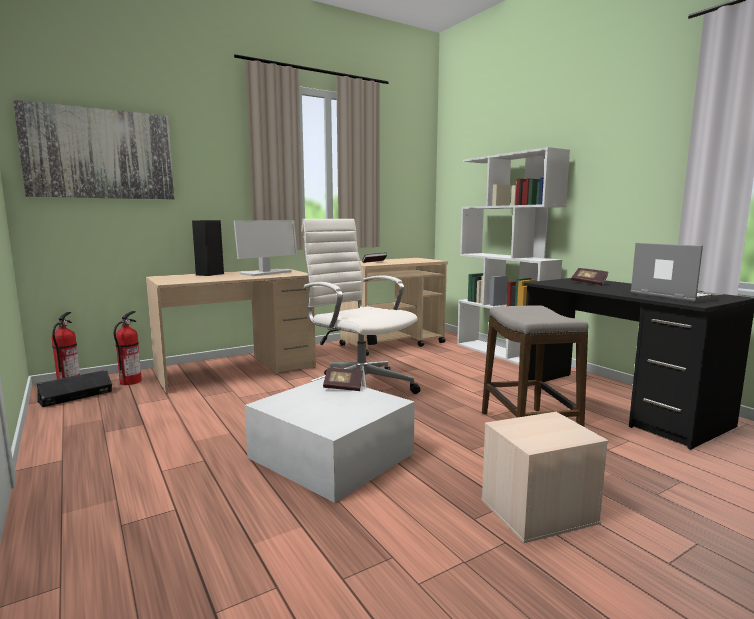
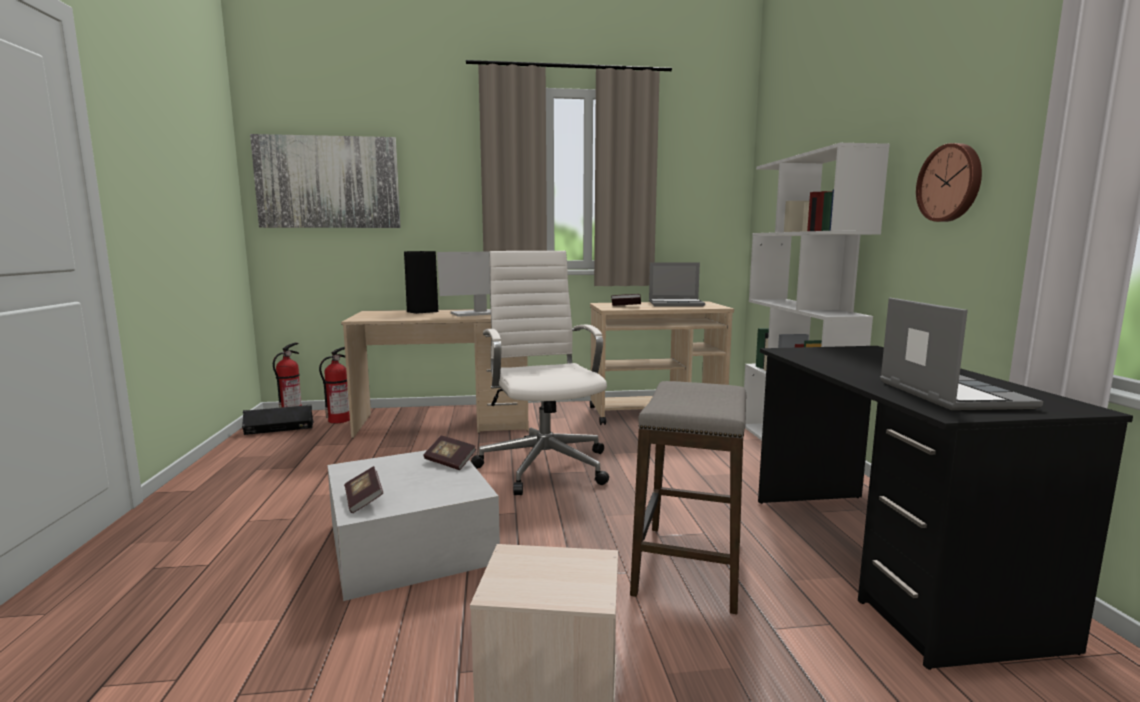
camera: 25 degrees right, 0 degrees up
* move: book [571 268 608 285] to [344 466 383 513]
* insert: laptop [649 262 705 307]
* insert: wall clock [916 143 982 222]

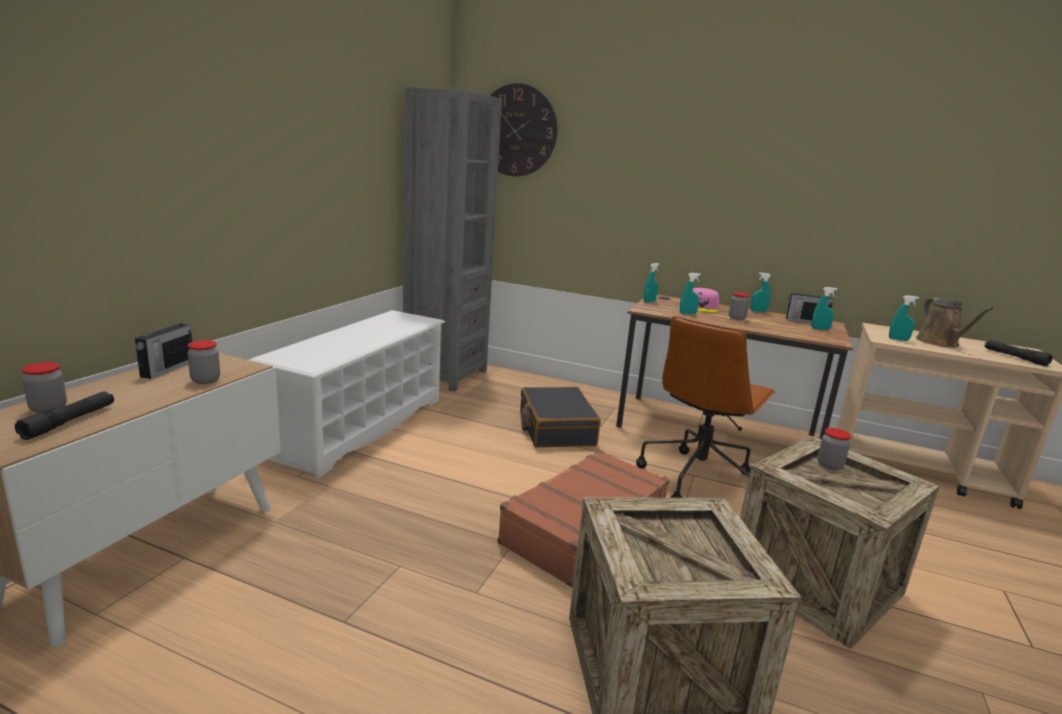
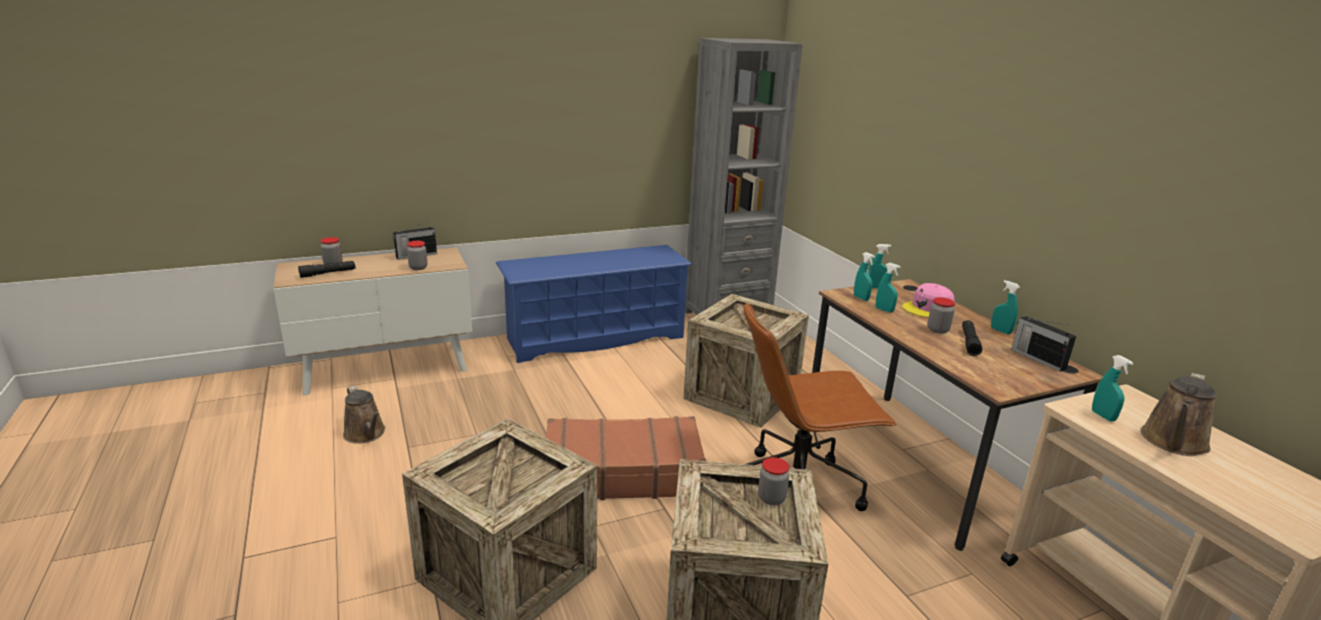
camera: 45 degrees right, 5 degrees up
* insert: brown watering can [343 386 385 444]
* recolor: white shoe rack [249 310 445 478] to blue shoe rack [496 245 693 363]
* replace: black suitcase [520 387 601 448] to crate [683 294 809 428]
* move: turquoise spray bottle [812 287 838 330] to [854 252 875 301]
* move: black flashlight [985 340 1053 367] to [962 320 983 356]
* delete: wall clock [490 83 557 176]

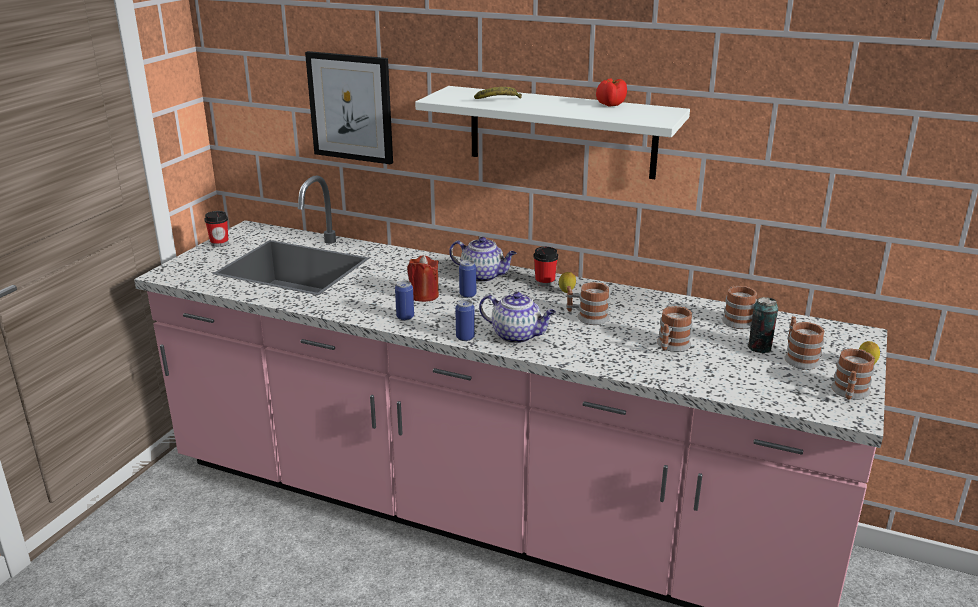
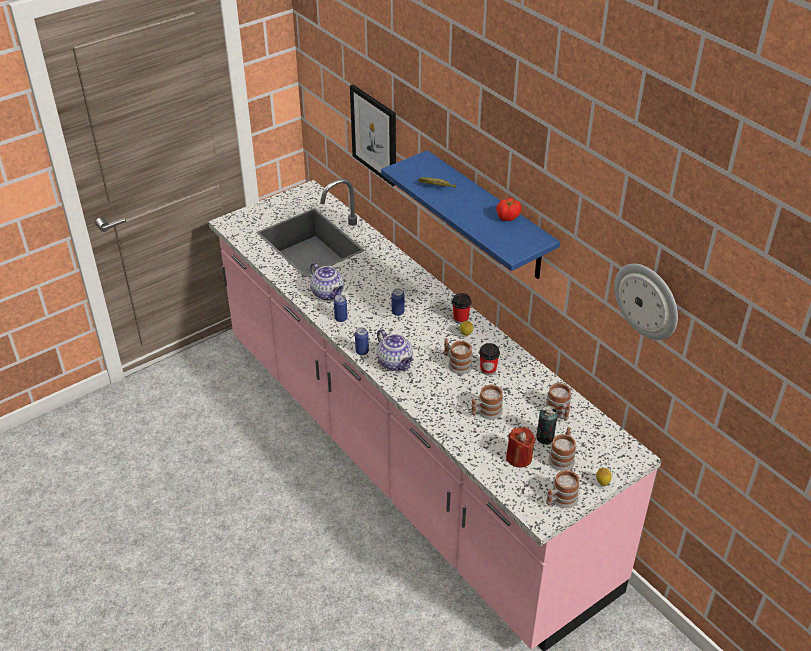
camera: 30 degrees right, 15 degrees up
* move: teapot [449 237 516 282] to [310 262 344 300]
* recolor: white shelf [415 86 690 179] to blue shelf [381 150 560 279]
* move: cup [204 211 228 247] to [479 343 500 376]
* move: red candle [407 255 439 302] to [506 427 535 468]
* insert: wall clock [614 264 678 340]

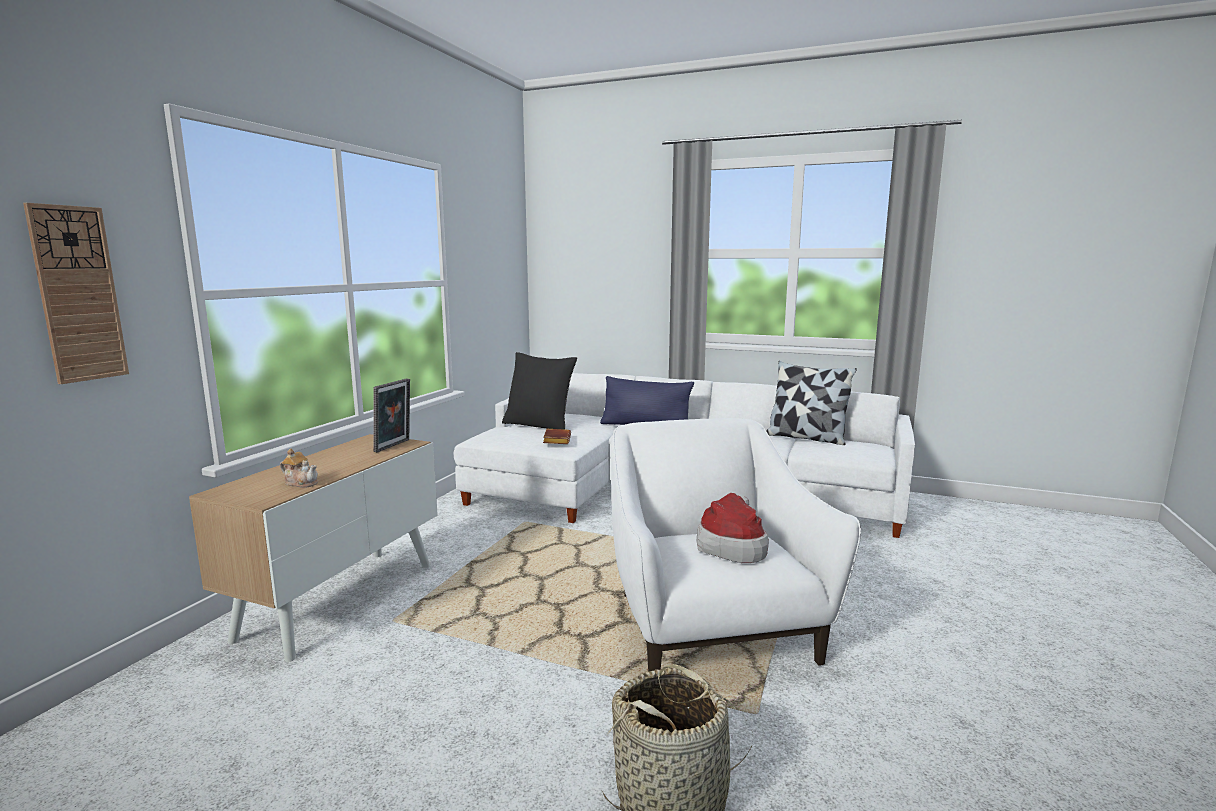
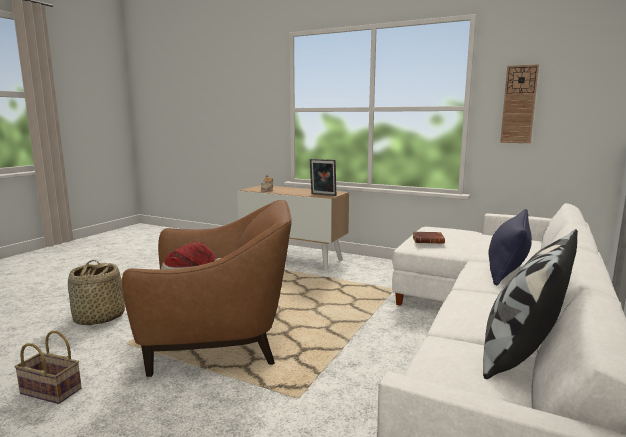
camera: 95 degrees right, 0 degrees up
* insert: basket [14 331 82 404]
* recolor: white armchair [611 418 861 671] to brown armchair [122 200 292 377]
* move: wall clock [23 203 129 384] to [500 64 539 143]
* delete: black pillow [502 352 577 430]

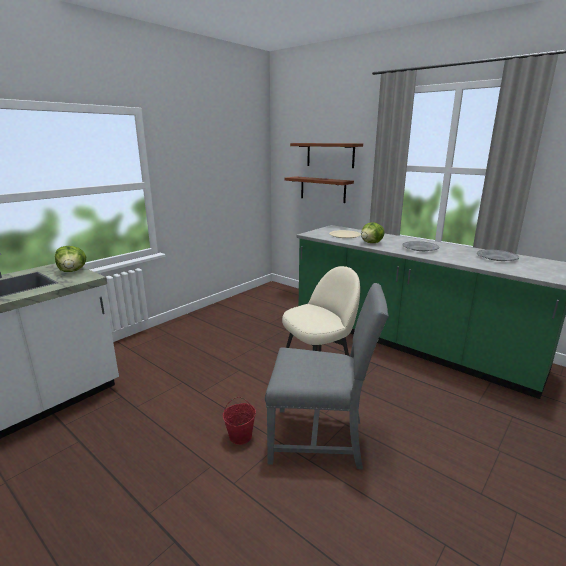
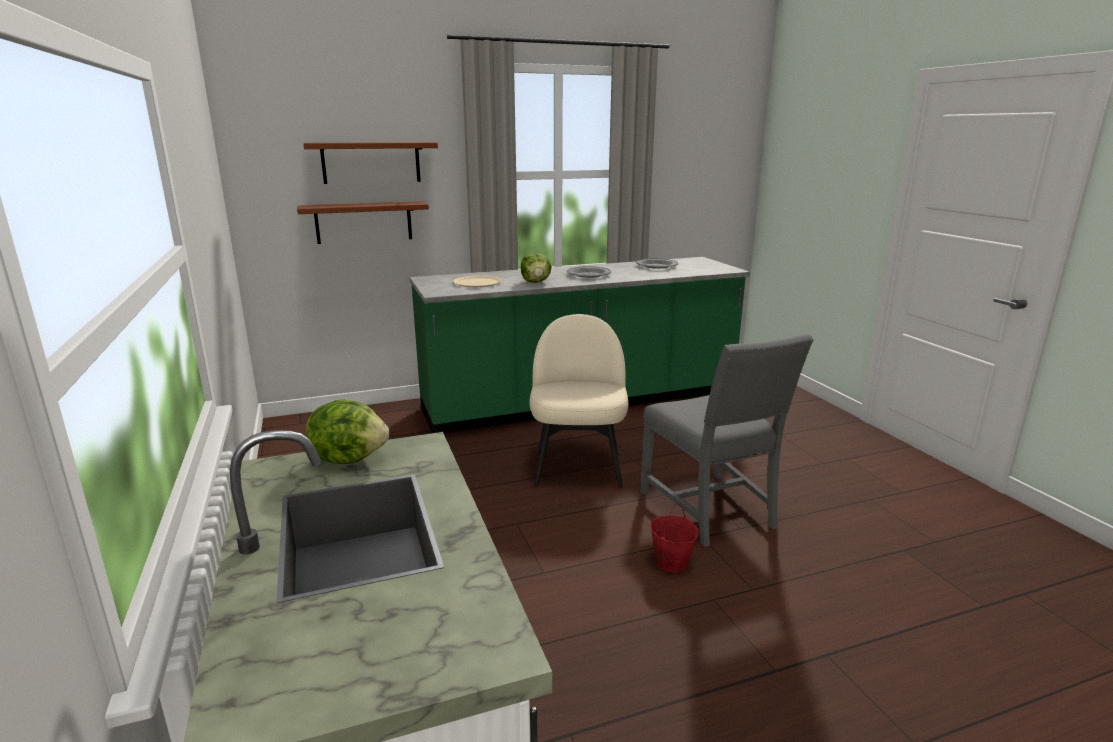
camera: 60 degrees left, 0 degrees up
* rotate: grey chair [265 283 389 470] = [640 334 813 547] 120 degrees clockwise

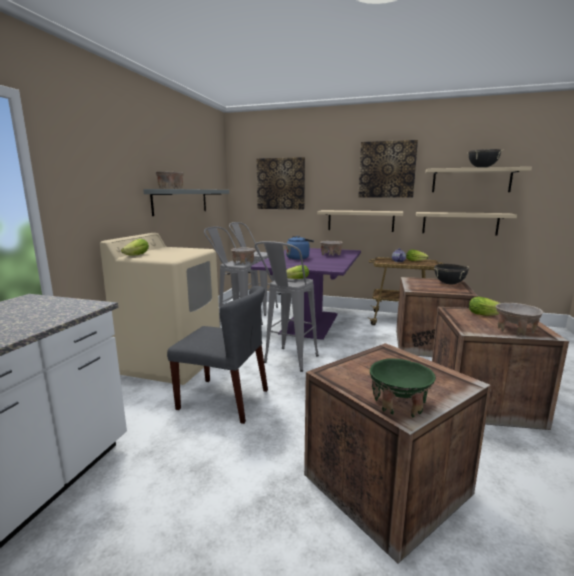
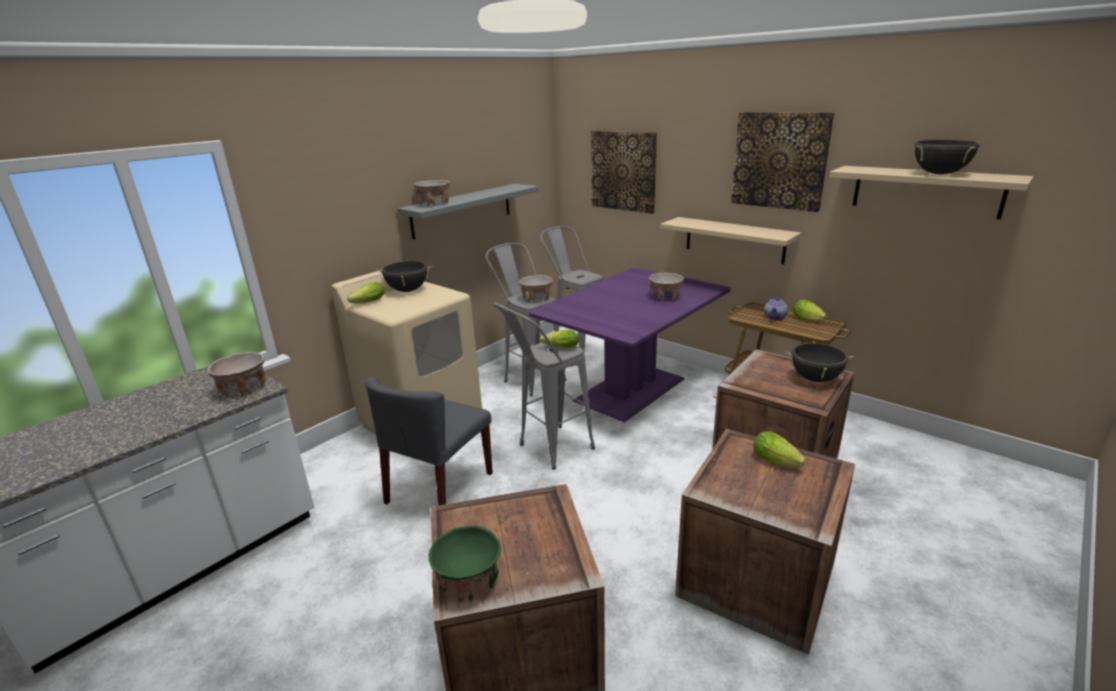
camera: 25 degrees right, 10 degrees up
* move: beige bowl [496 303 543 336] to [208 352 266 397]
* rotate: grey chair [167 286 268 424] = [366 377 493 506] 75 degrees clockwise
* insert: black cooking pot [376 260 433 292]
* delete: blue kettle [286 236 314 260]
* delete: beige shelf [416 212 517 235]

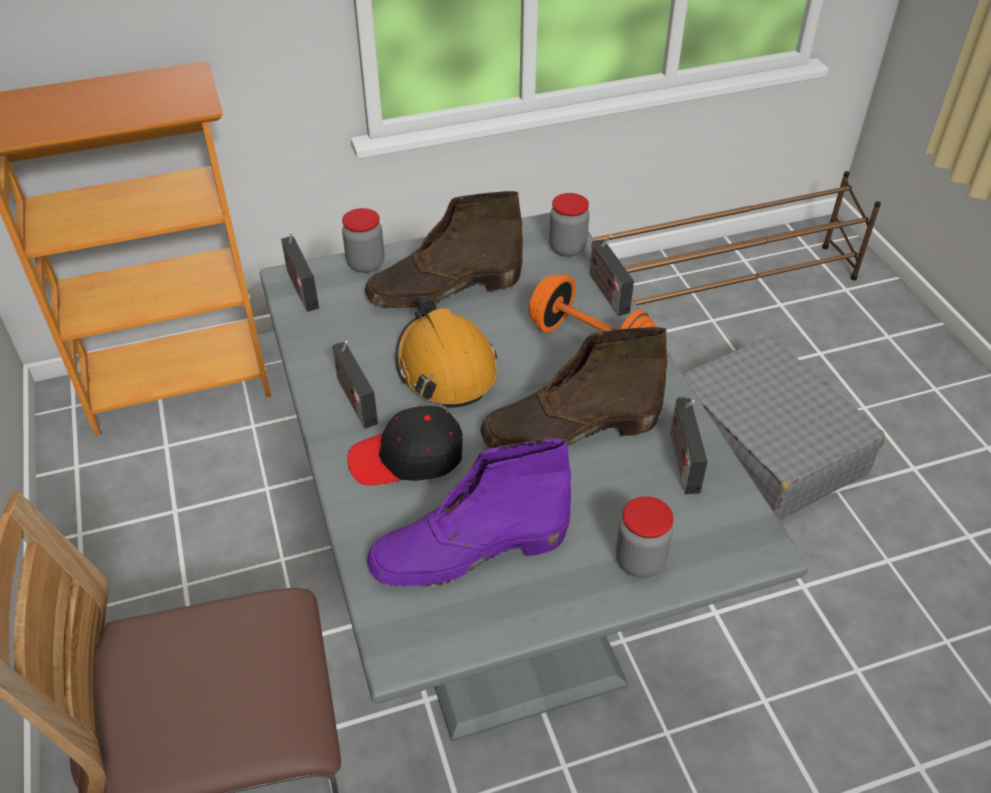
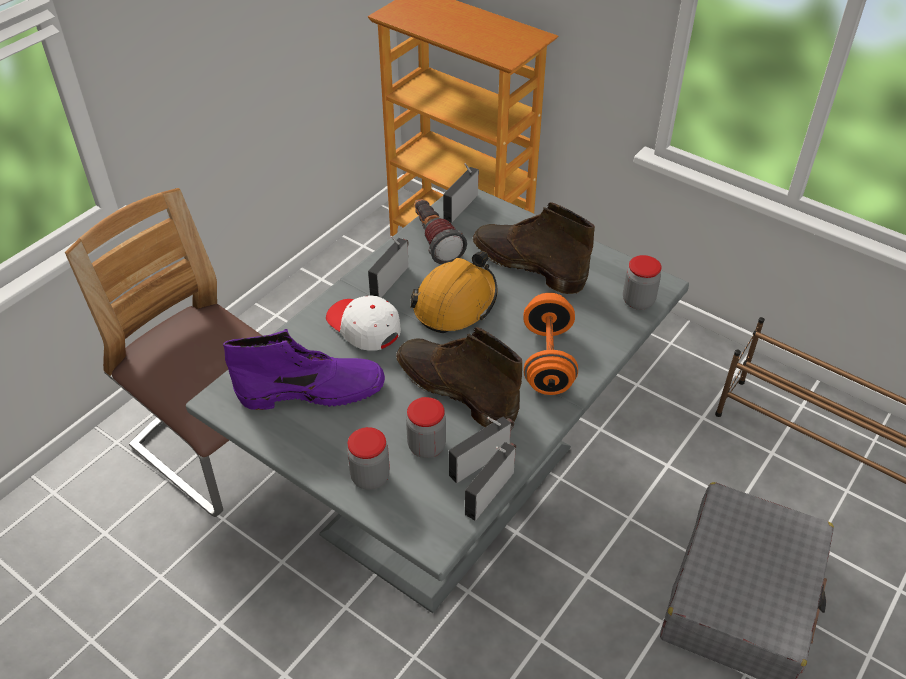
camera: 55 degrees right, 0 degrees up
* rotate: purple boot [367 439 571 588] = [223 329 385 410] 135 degrees clockwise
* recolor: black cap [347 406 463 485] to white cap [326 295 401 351]
* move: jar [342 208 385 273] to [406 397 446 458]
* insert: flashlight [415 199 467 264]
* move: radio [589 235 634 316] to [465 442 516 521]

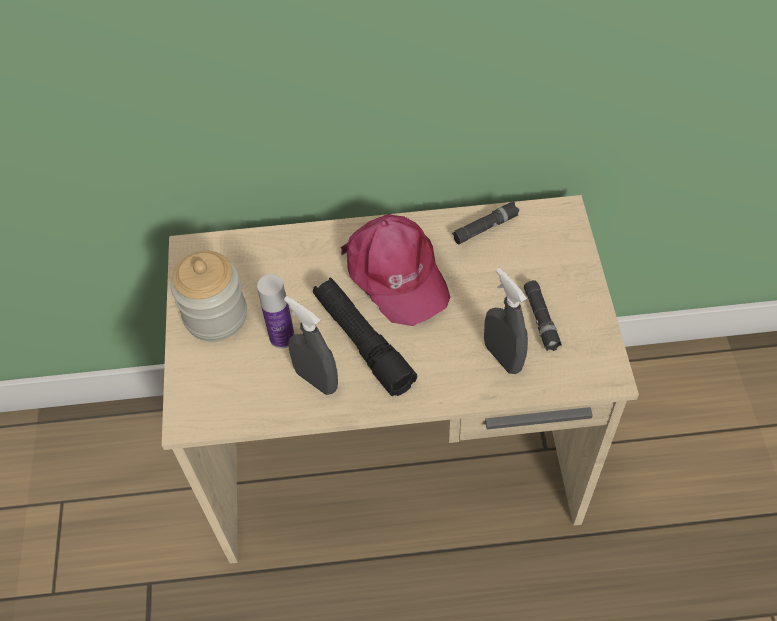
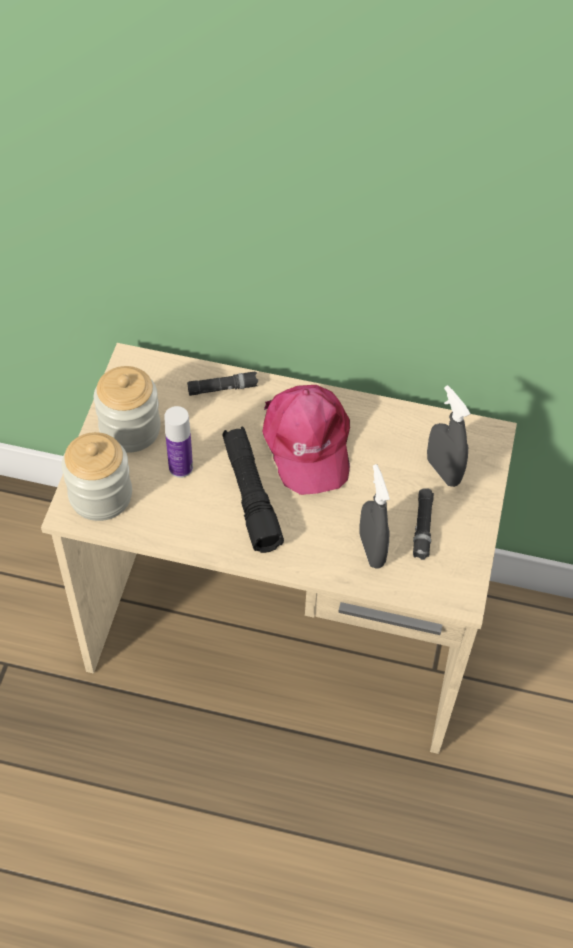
camera: 15 degrees right, 0 degrees up
* insert: jar [62 432 132 521]
* move: black flashlight [452 202 519 244] to [187 372 258 396]
* move: grey spray bottle [284 296 338 395] to [427 385 470 487]

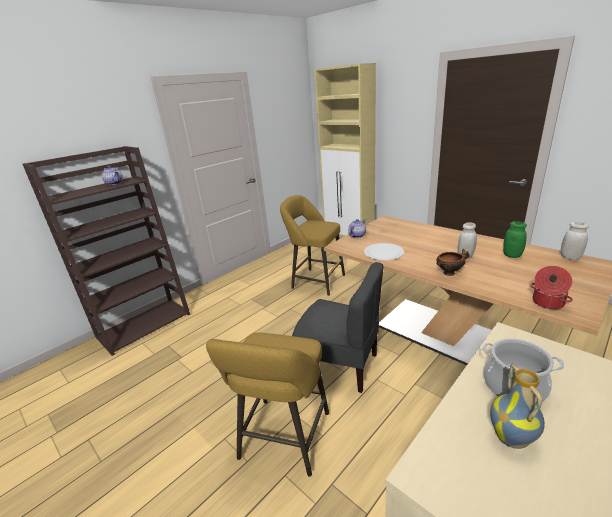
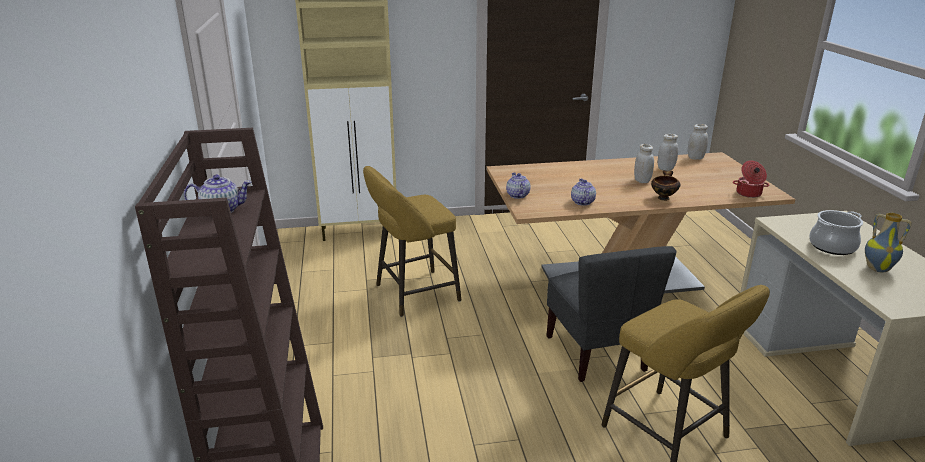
camera: 55 degrees left, 0 degrees up
* rotate: grey chair [292 262 384 393] = [546 246 677 382] 105 degrees clockwise
* replace: white plate [364 243 404 260] to teapot [571 179 596 206]
* recolor: green jar [503 221 527 258] to white jar [658 134 678 171]

